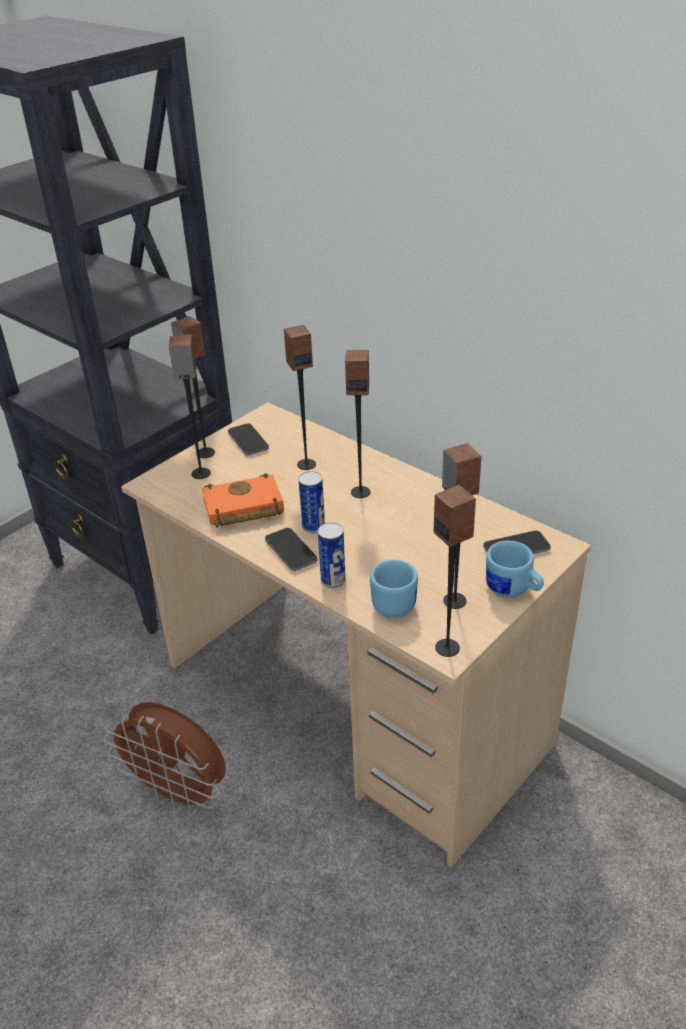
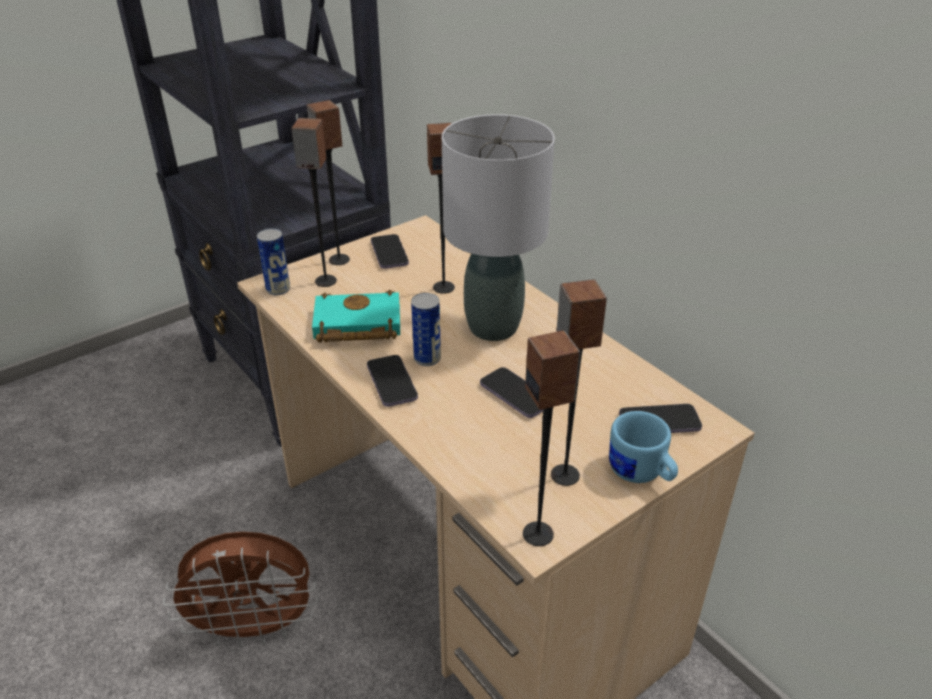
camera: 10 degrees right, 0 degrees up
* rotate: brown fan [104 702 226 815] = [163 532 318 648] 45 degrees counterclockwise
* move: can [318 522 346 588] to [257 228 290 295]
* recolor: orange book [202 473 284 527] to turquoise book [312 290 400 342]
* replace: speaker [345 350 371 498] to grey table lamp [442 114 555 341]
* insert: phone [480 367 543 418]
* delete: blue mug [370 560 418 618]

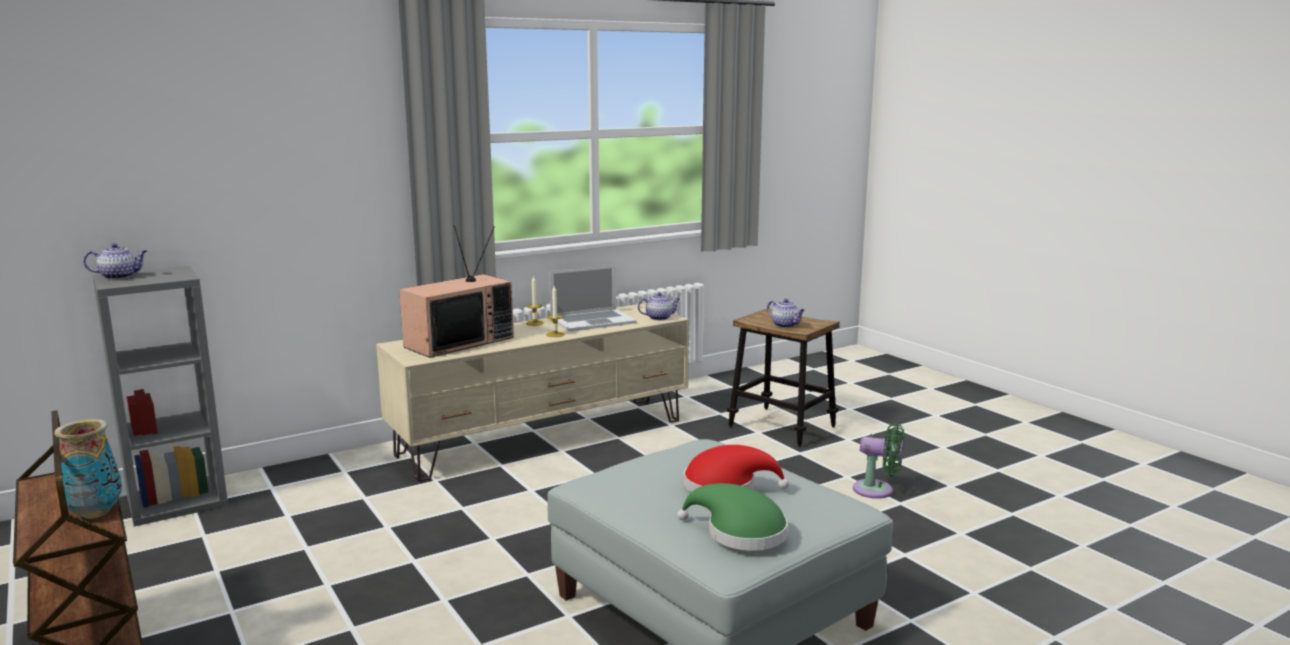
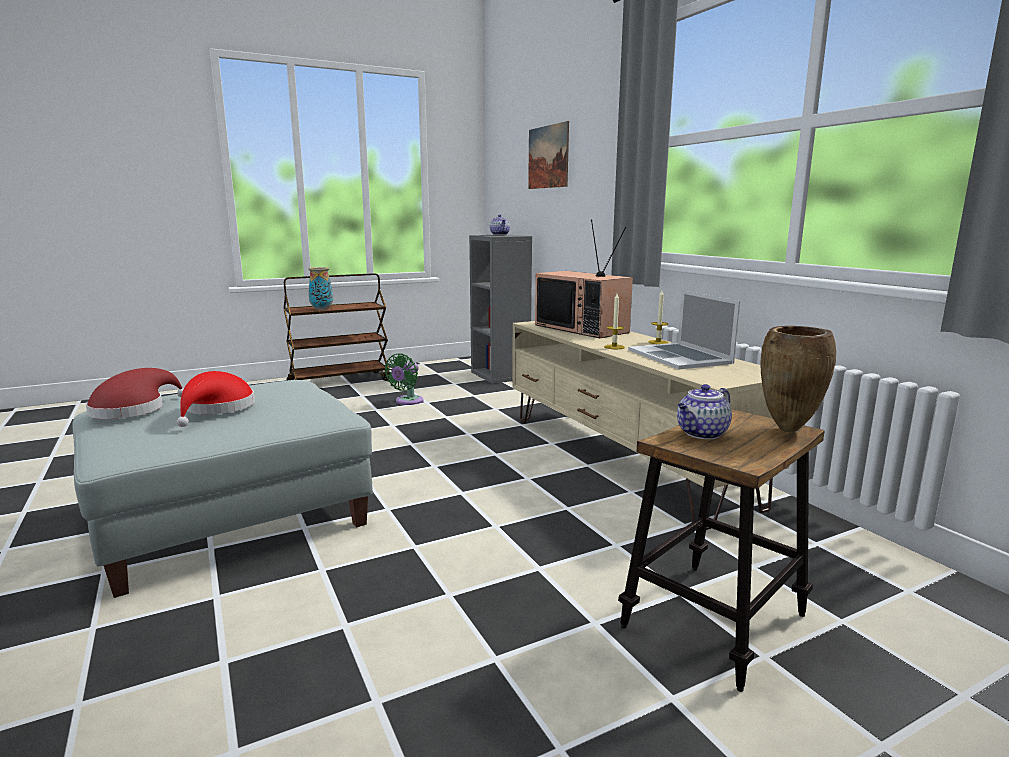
camera: 95 degrees right, 0 degrees up
* recolor: green hat [677 483 788 551] to red hat [86 368 184 419]
* move: green fan [853 423 904 499] to [385 353 424 405]
* insert: picture [528 121 569 189]
* insert: brown vase [760 326 836 432]
* delete: teapot [638 292 680 320]

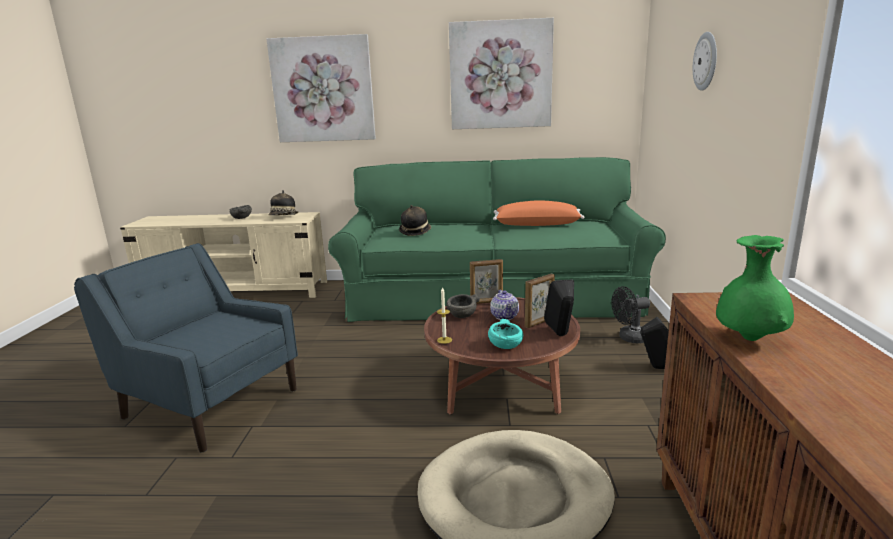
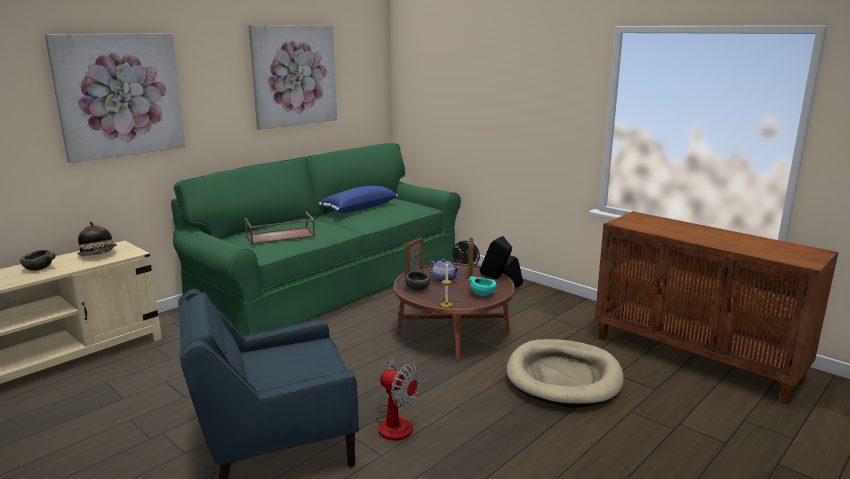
camera: 50 degrees left, 0 degrees up
* replace: hat [399 205 431 236] to brown tray [245 211 316 245]
* recolor: orange pillow [493 200 584 226] to blue pillow [319 186 398 213]
* insert: fan [375 358 421 441]
* delete: wall clock [693 32 717 91]
* delete: green vase [716 235 794 341]

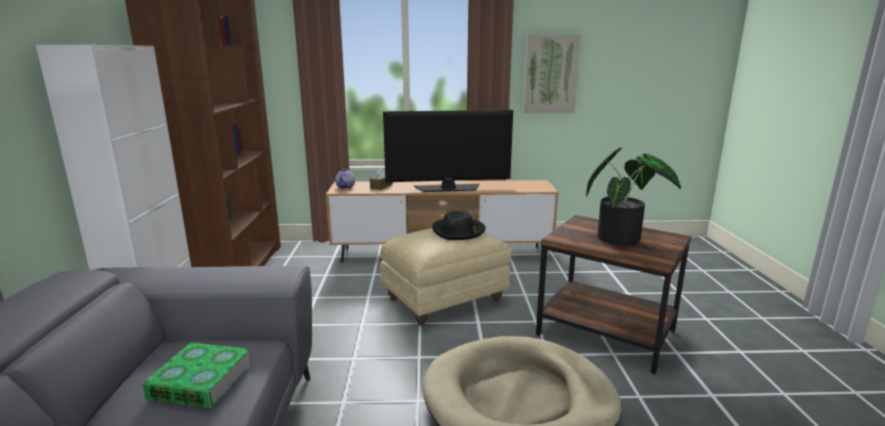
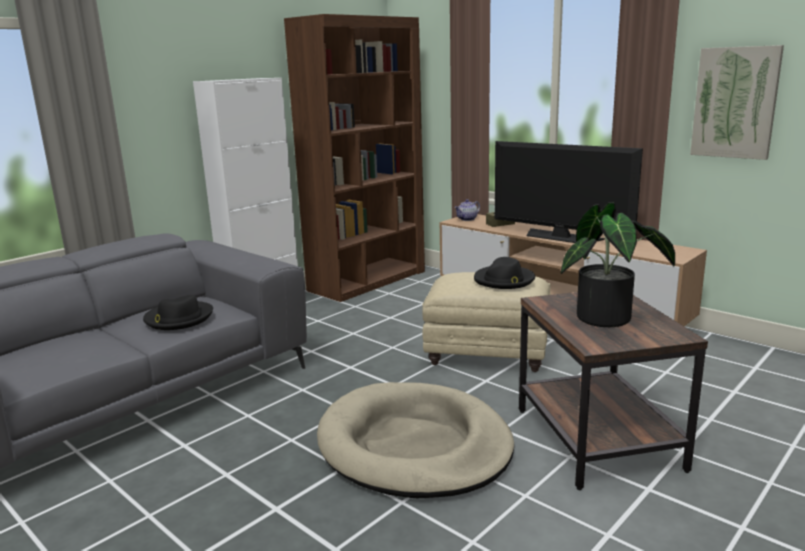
camera: 45 degrees right, 0 degrees up
* replace: book [142 342 252 408] to black hat [143 295 213 330]

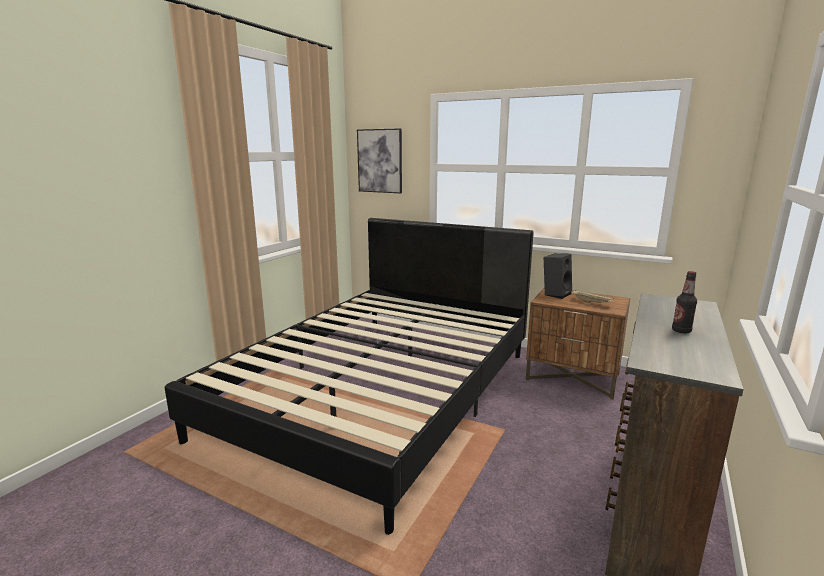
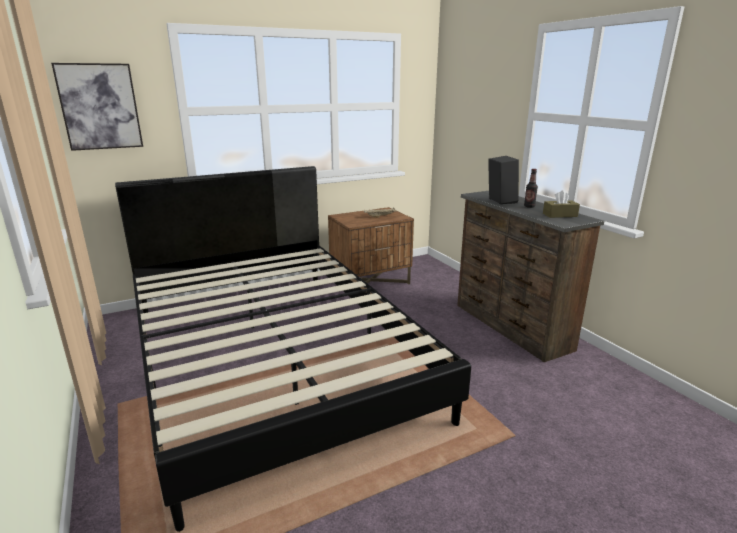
camera: 55 degrees left, 5 degrees up
* move: black speaker [544 253 572 299] to [488 156 519 204]
* insert: brown tissue box [543 190 580 218]

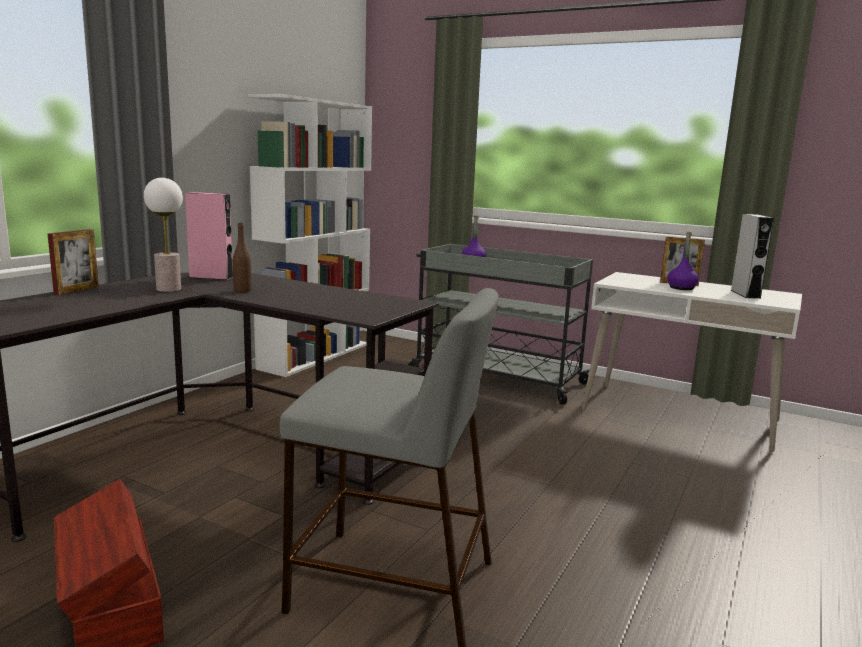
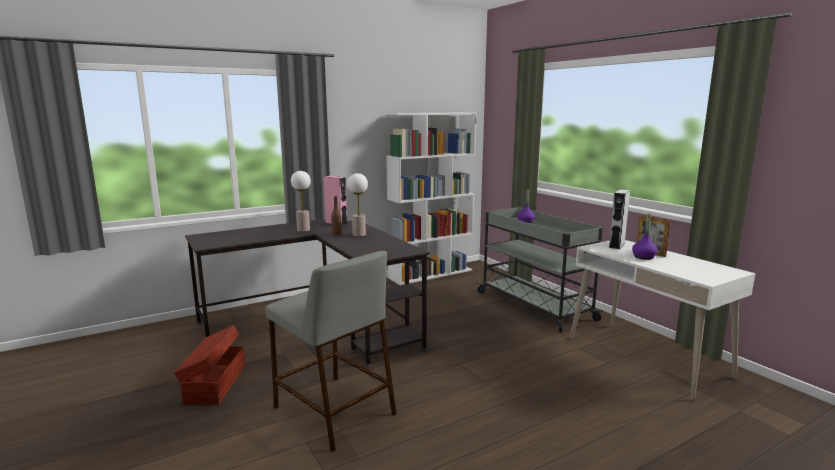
camera: 30 degrees right, 0 degrees up
* insert: table lamp [348 173 368 237]
* move: grey speaker [731 214 774 299] to [609 189 630 249]
* delete: picture frame [48 229 99 295]

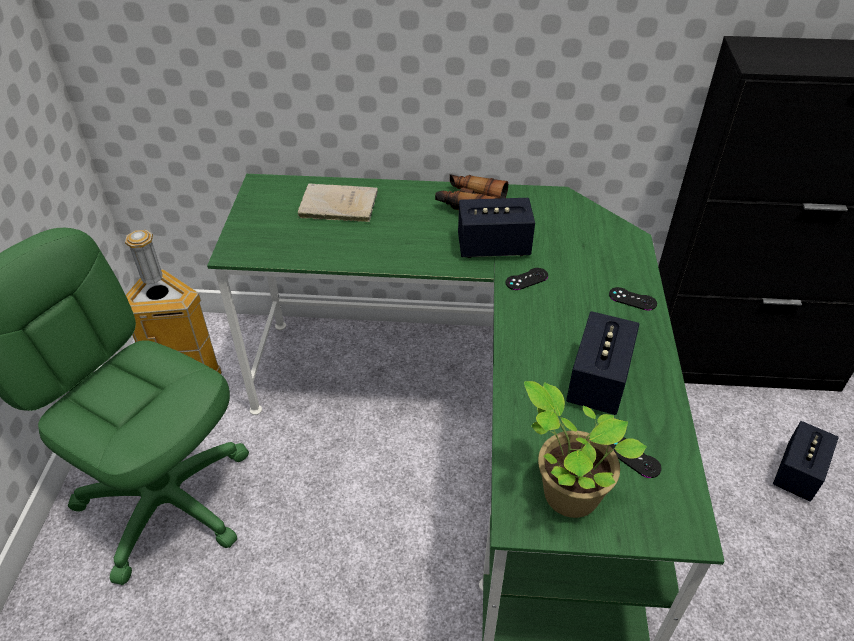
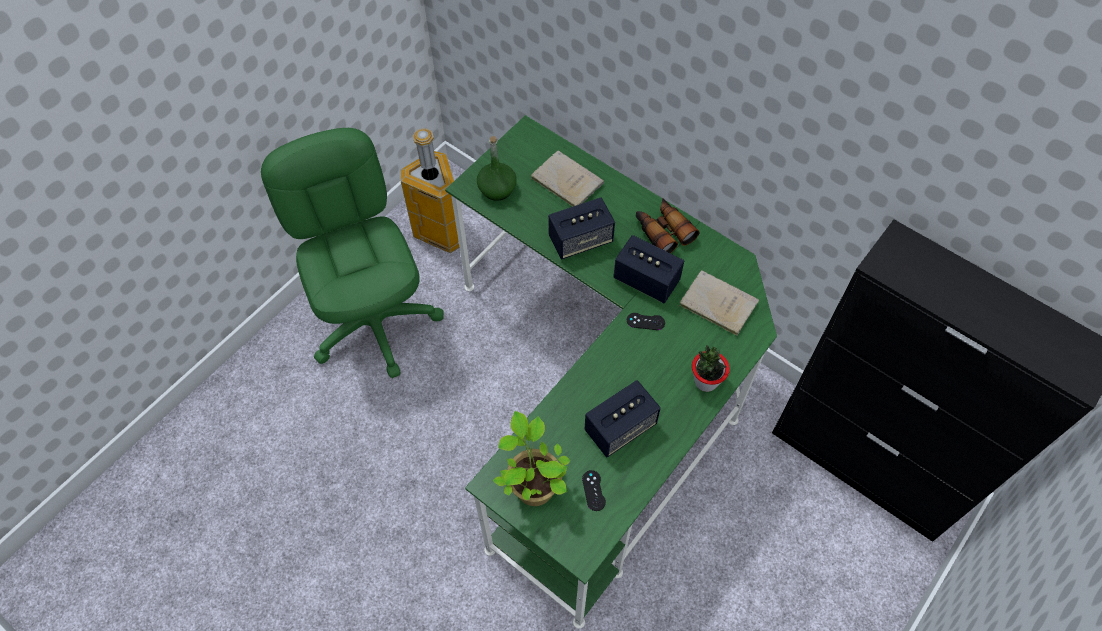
camera: 35 degrees right, 15 degrees up
* insert: green bottle [477 136 517 201]
* move: speaker [773 421 839 502] to [548 197 615 259]
* insert: beige book [678 270 759 336]
* replace: black game controller [609 287 657 310] to potted plant [692 345 730 392]

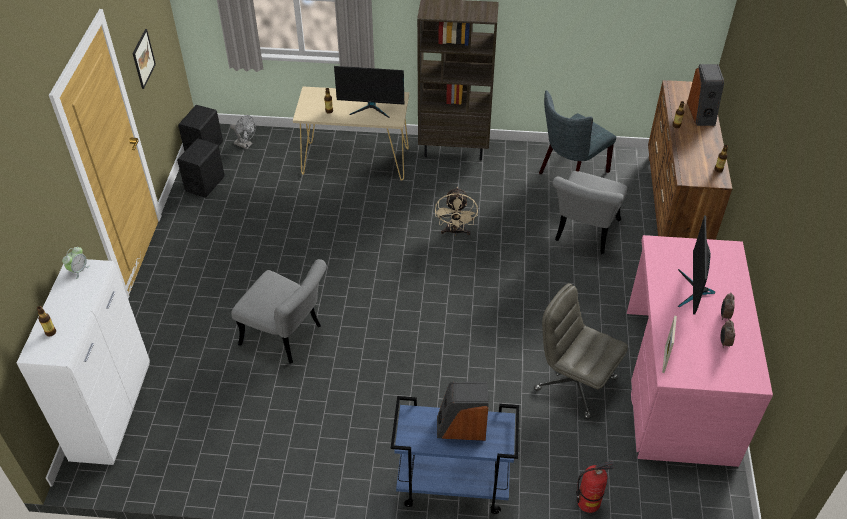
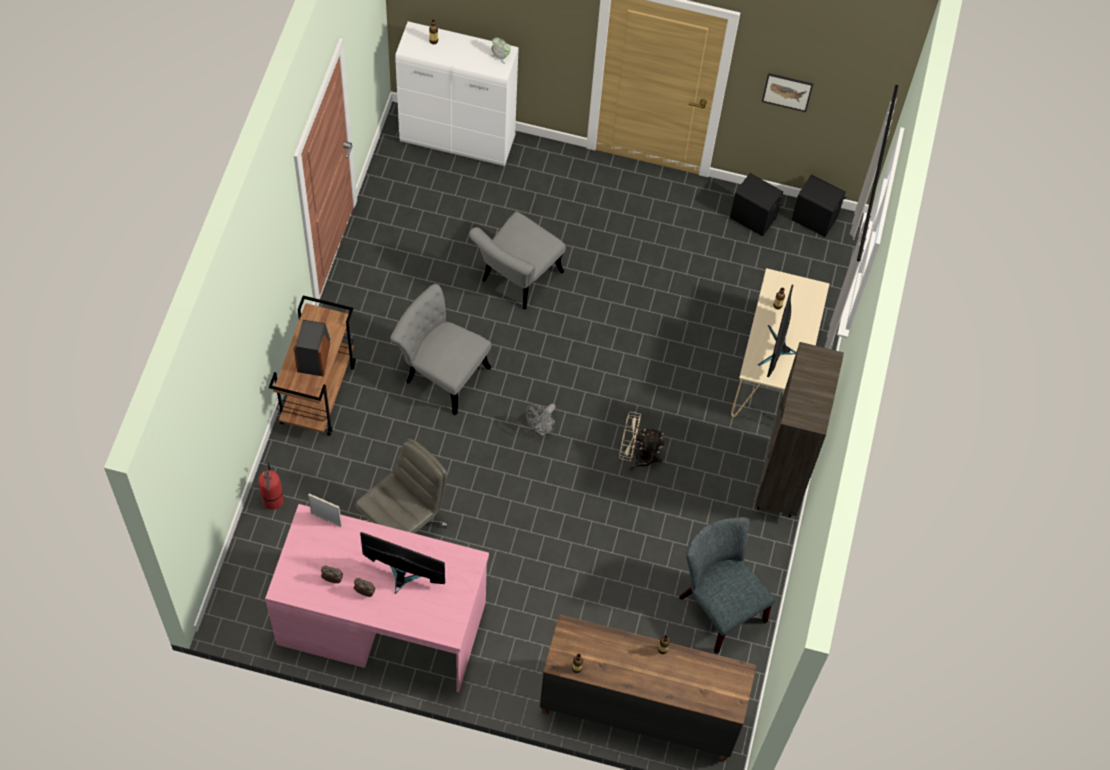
camera: 95 degrees right, 15 degrees up
* recolor: blue cart [391 396 519 514] to brown cart [269 296 356 436]
* move: grey chair [552 171 627 254] to [390 284 491 415]
* move: grey fan [230 115 256 149] to [526 403 556 436]
* delete: speaker [687 64 724 126]

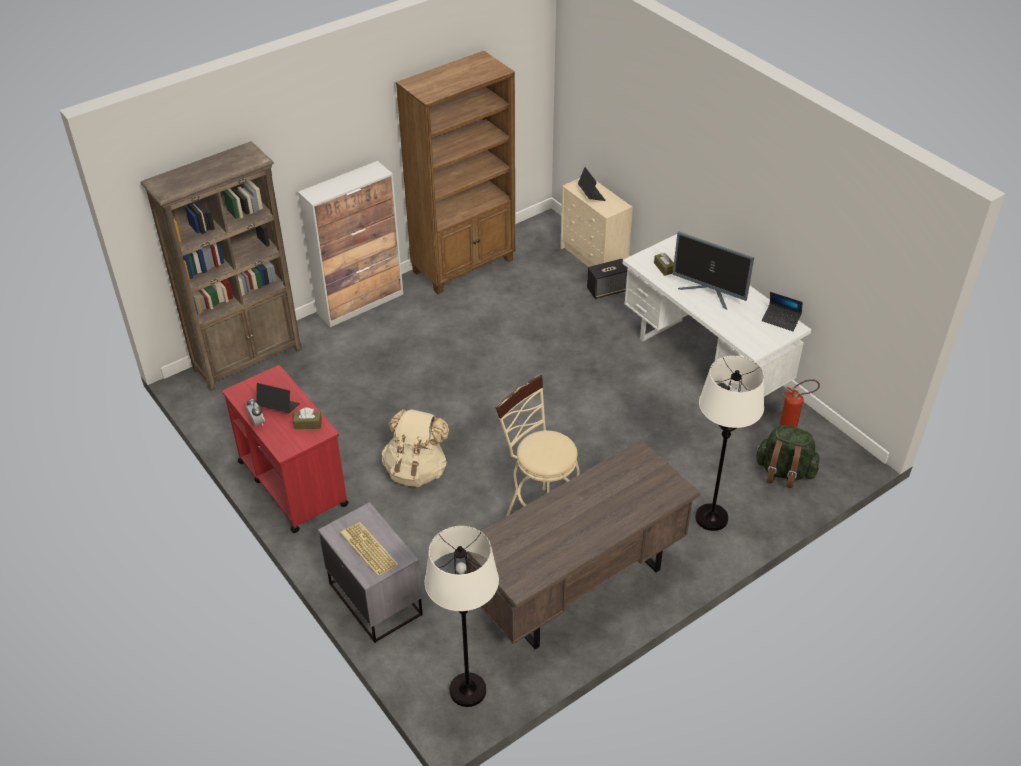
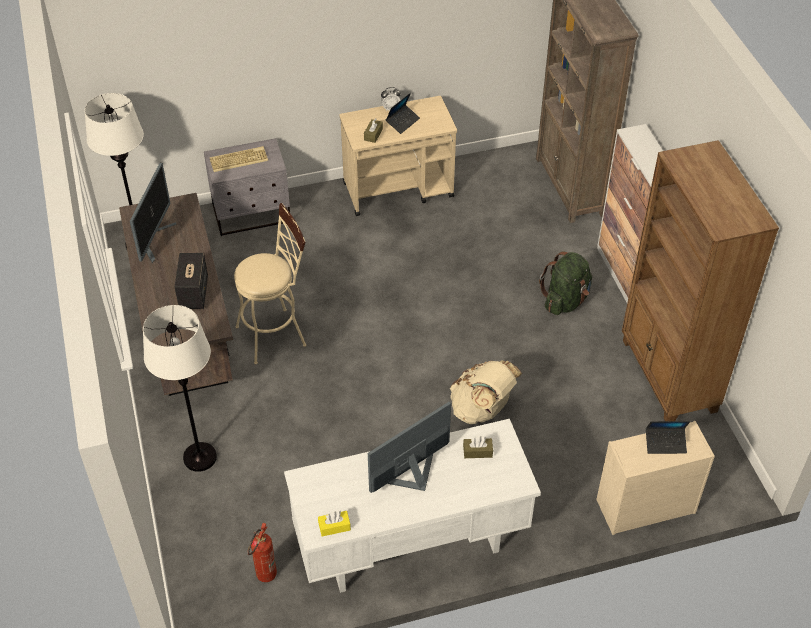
camera: 110 degrees right, 5 degrees up
* insert: monitor [130 163 176 264]
* move: speaker [587 258 628 299] to [175 253 208 309]
* replace: laptop [762 292 803 331] to yellow tissue box [318 511 351 537]
* recolor: red cart [222 365 349 533] to beige cart [339 96 457 216]
* move: beige backpack [382 409 449 487] to [450 360 522 424]
* move: green backpack [756 425 820 488] to [539 252 592 315]

